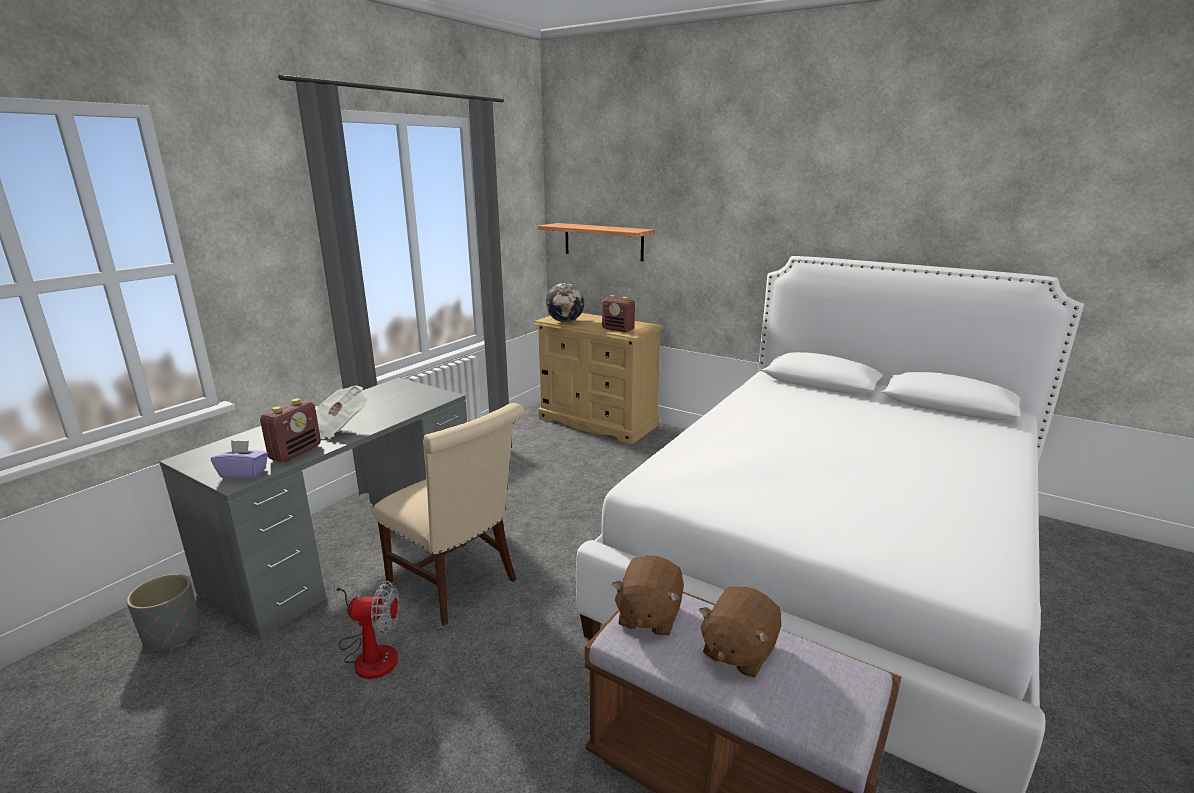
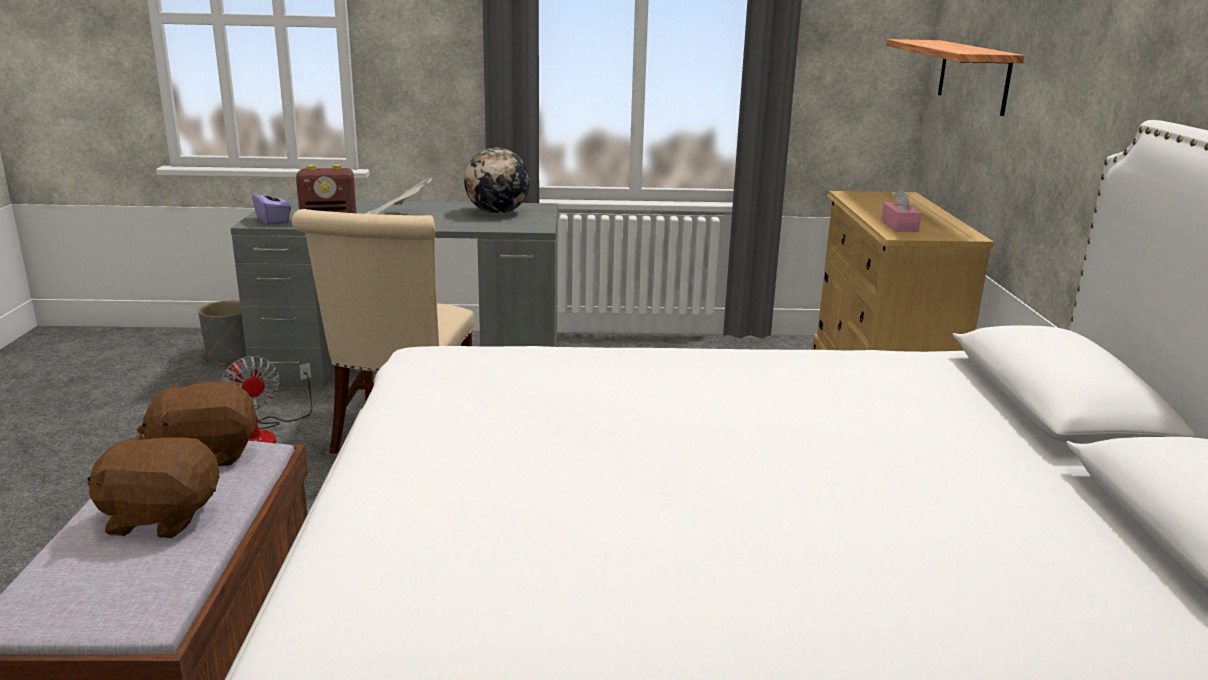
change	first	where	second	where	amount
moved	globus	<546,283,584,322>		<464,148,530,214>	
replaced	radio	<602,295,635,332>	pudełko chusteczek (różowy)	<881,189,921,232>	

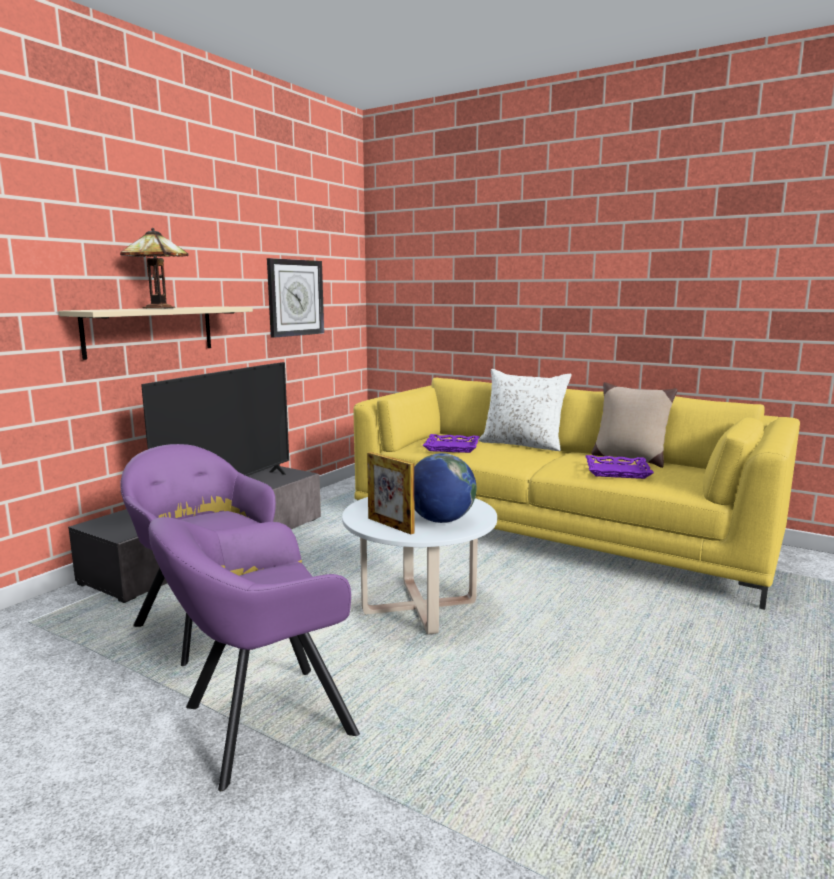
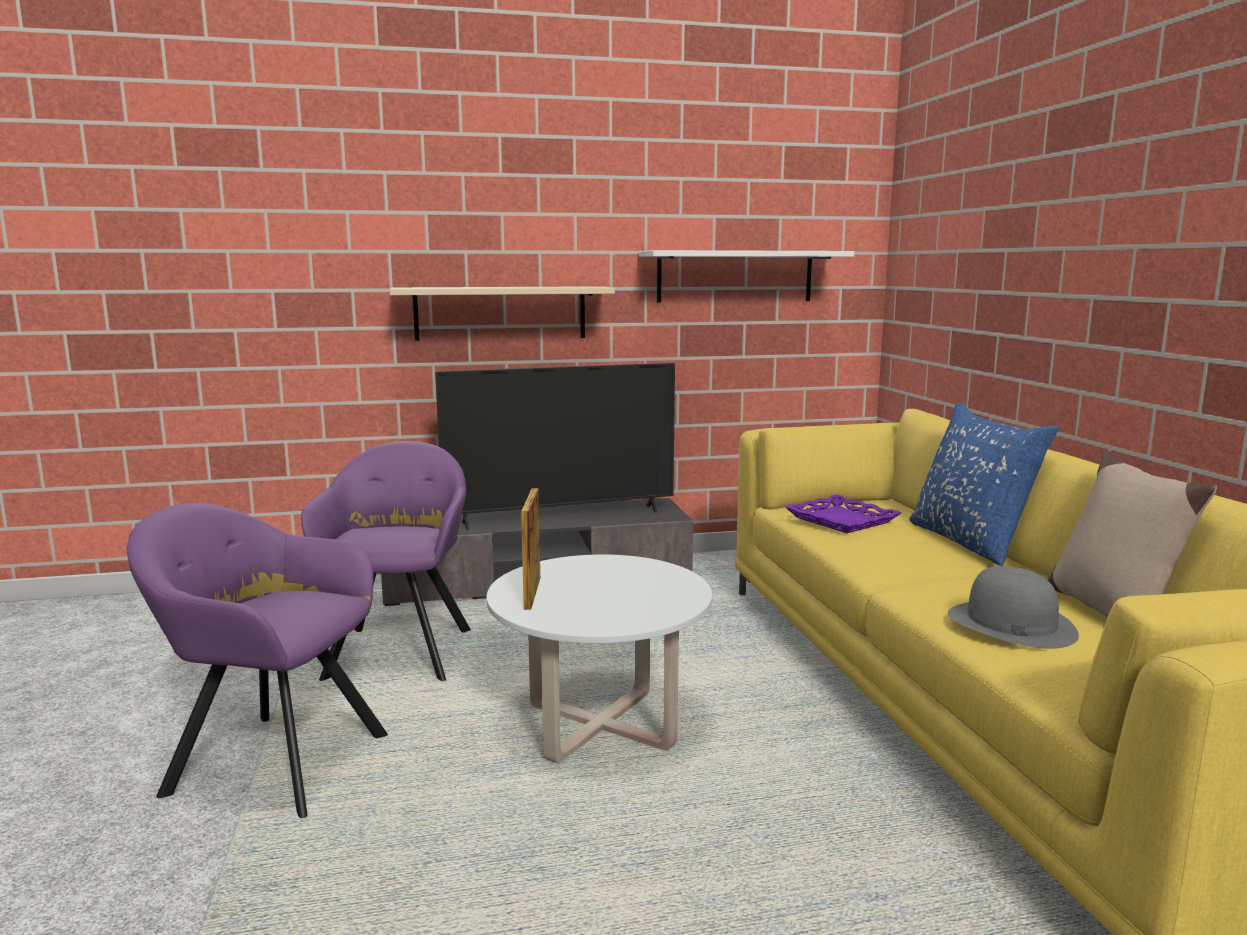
change	first	where	second	where	amount
removed	lampa stołowa	<120,228,188,309>			
replaced	zegar ścienny	<267,258,324,338>	półka (biały)	<639,250,854,303>	
recoloured	poduszka (biały)	<479,369,572,451>	poduszka (niebieski)	<909,402,1059,566>	
removed	globus	<414,453,476,523>			
replaced	taca (fioletowy)	<586,455,654,479>	kapelusz (szary)	<948,566,1079,649>	

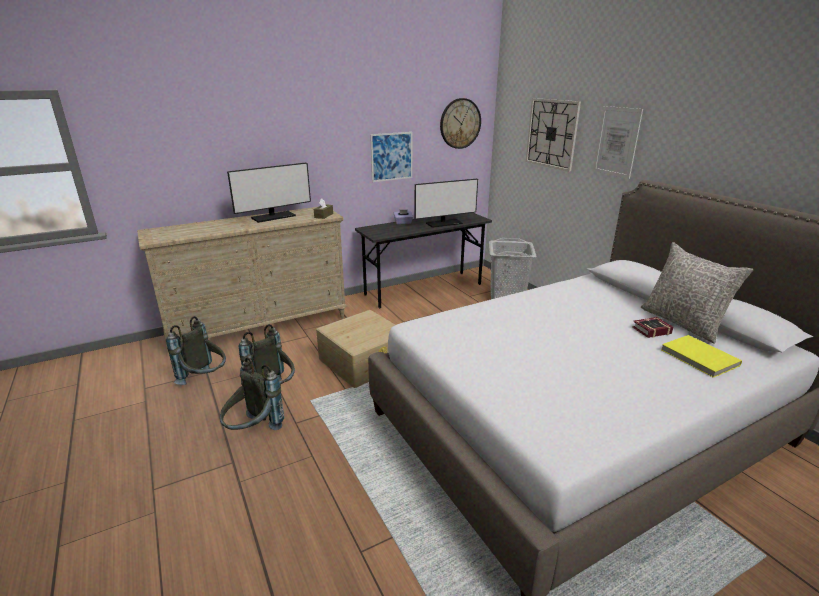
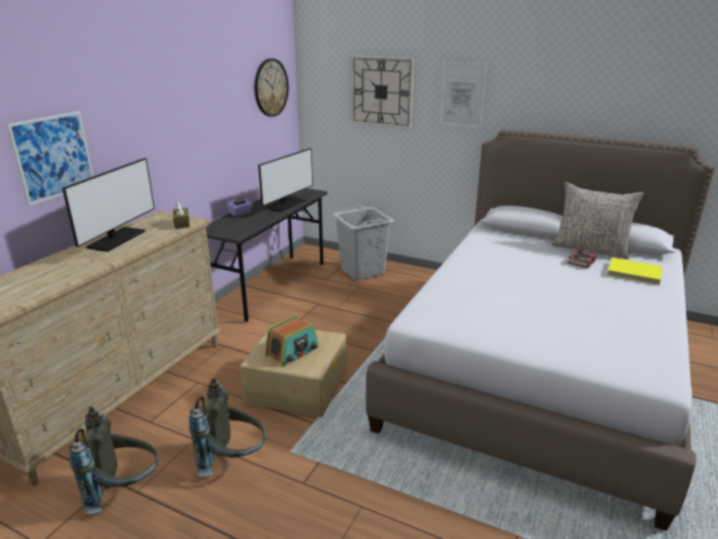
change	first	where	second	where	amount
moved	obraz	<370,132,412,182>		<6,111,93,206>	
removed	plecak (szary)	<220,357,284,430>			
added			radio	<265,315,319,367>	

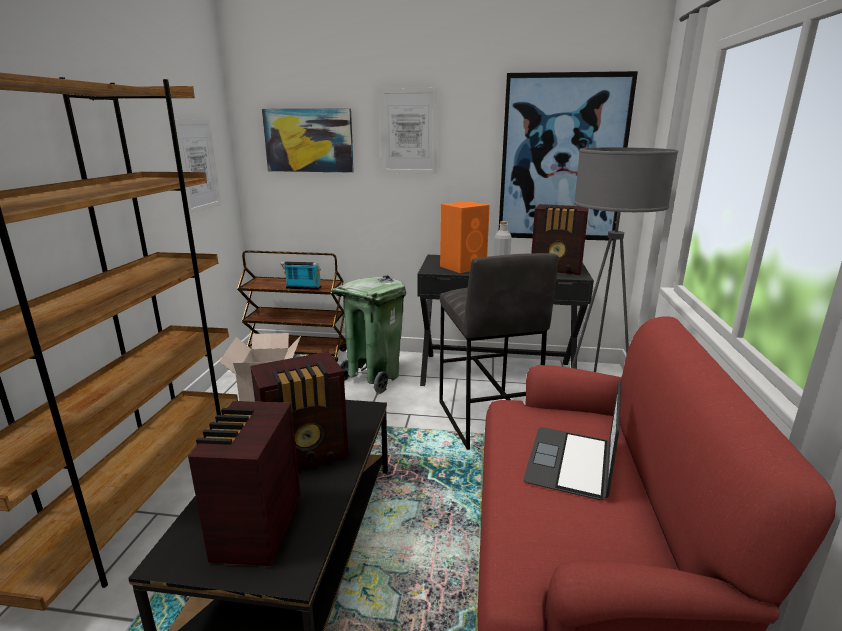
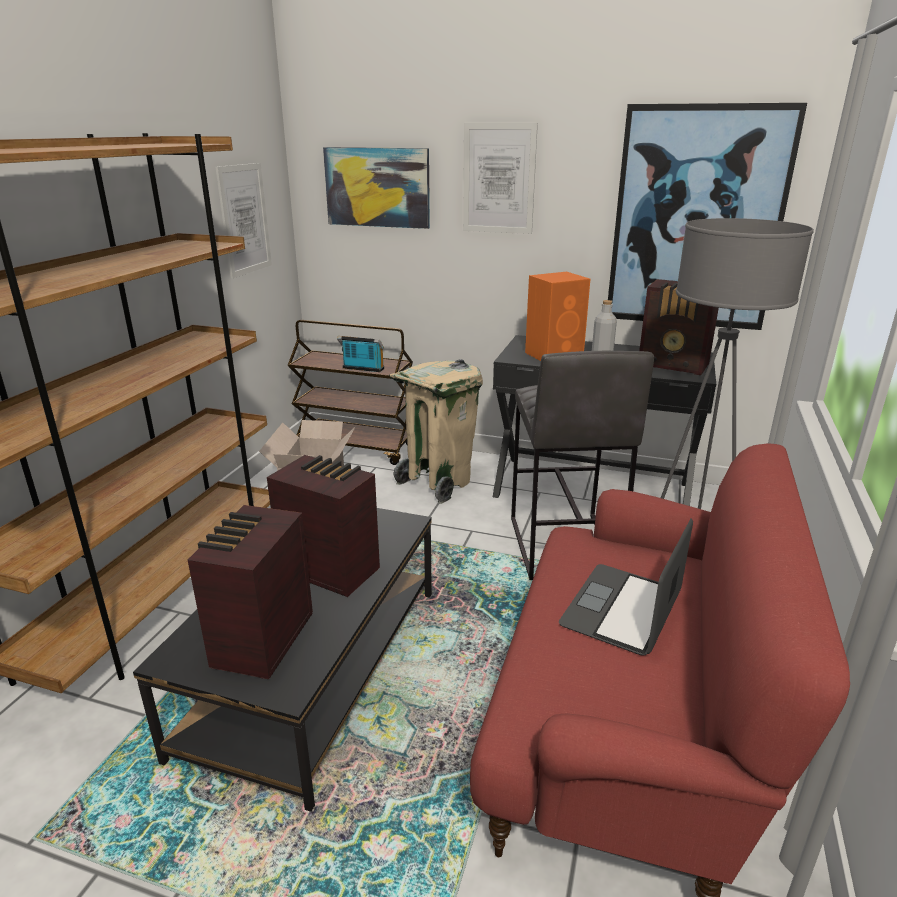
change	first	where	second	where	amount
recoloured	kosz na śmieci (zielony)	<331,275,406,395>	kosz na śmieci (beżowy)	<389,359,483,504>	
turned	radio	<250,351,349,471>		<267,455,380,597>	135 degrees counterclockwise

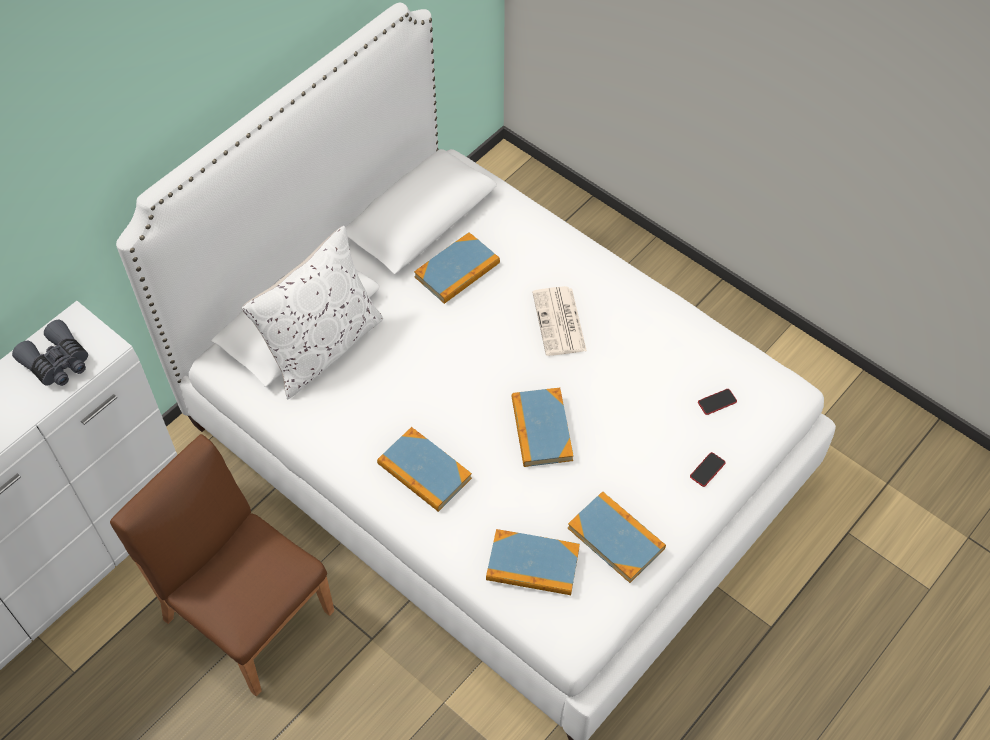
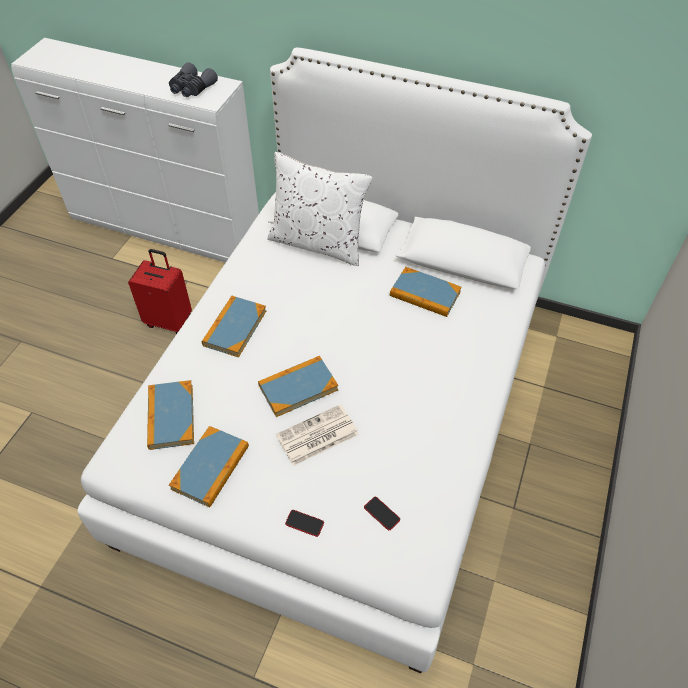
change	first	where	second	where	amount
moved	gazeta	<532,286,587,356>		<276,404,359,466>	
replaced	krzesło (brązowy)	<110,434,334,696>	walizka (czerwony)	<128,249,192,334>	

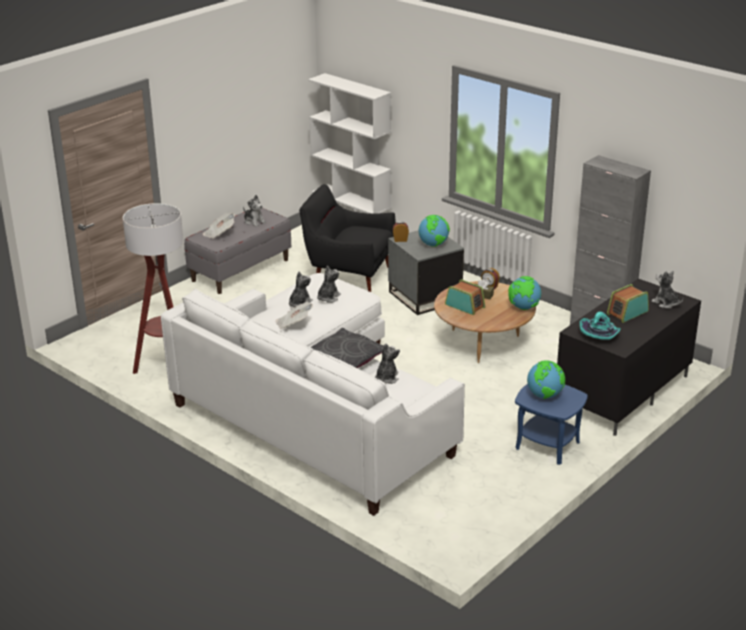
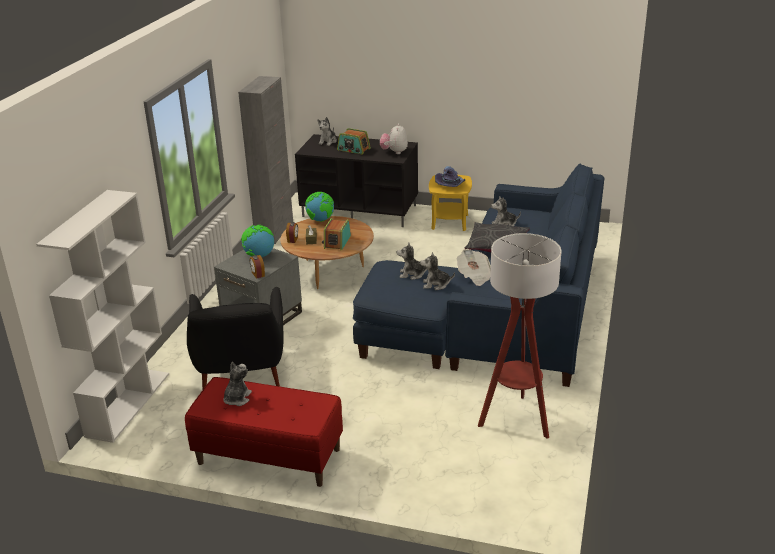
change	first	where	second	where	amount
recoloured	ławka (szary)	<184,208,291,294>	ławka (czerwony)	<185,377,343,487>	
removed	gazeta	<203,213,236,239>			
recoloured	kanapa (biały)	<161,273,465,516>	kanapa (niebieski)	<353,163,604,387>	
replaced	kapelusz (turkusowy)	<580,312,621,340>	pluszak	<380,123,408,154>	
replaced	globus	<527,360,565,399>	kapelusz (fioletowy)	<435,166,465,187>	
recoloured	stolik (niebieski)	<515,384,588,465>	stolik (żółty)	<429,175,472,231>	

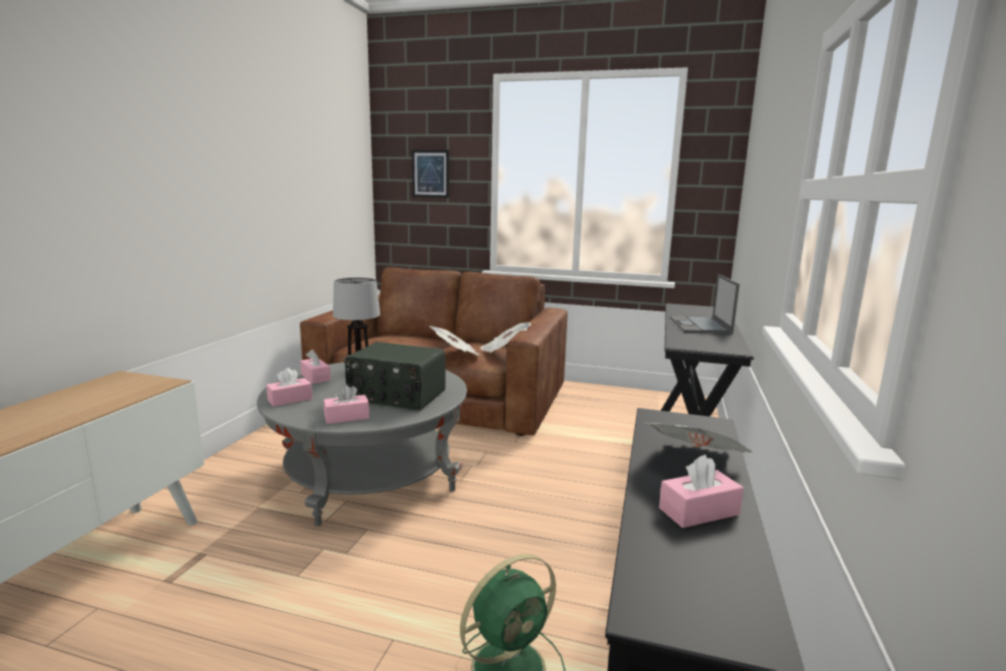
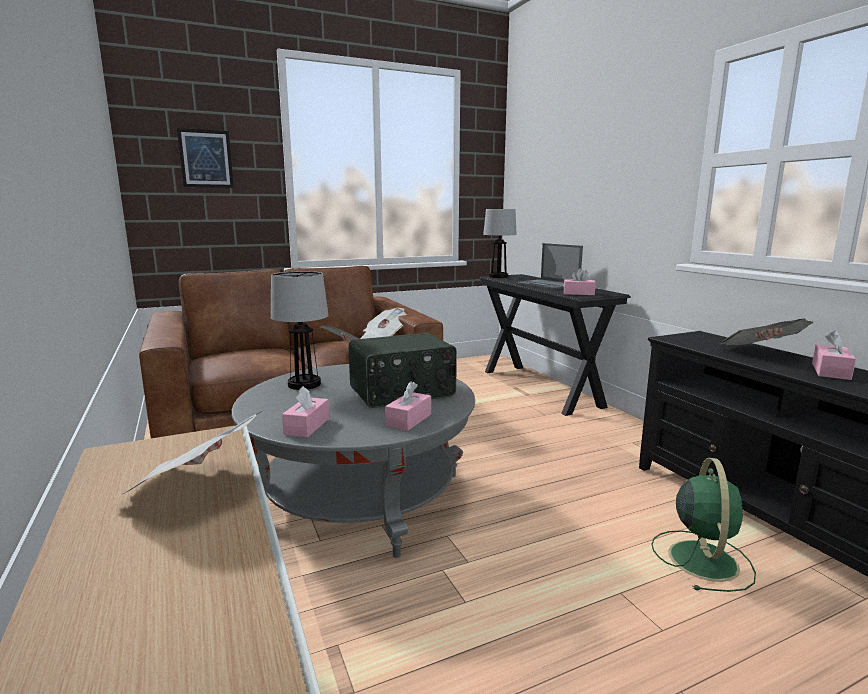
change	first	where	second	where	amount
moved	pudełko chusteczek (różowy)	<300,349,331,384>		<564,268,596,295>	
added			lampa stołowa	<483,209,517,278>	
added			gazeta	<117,411,262,497>	

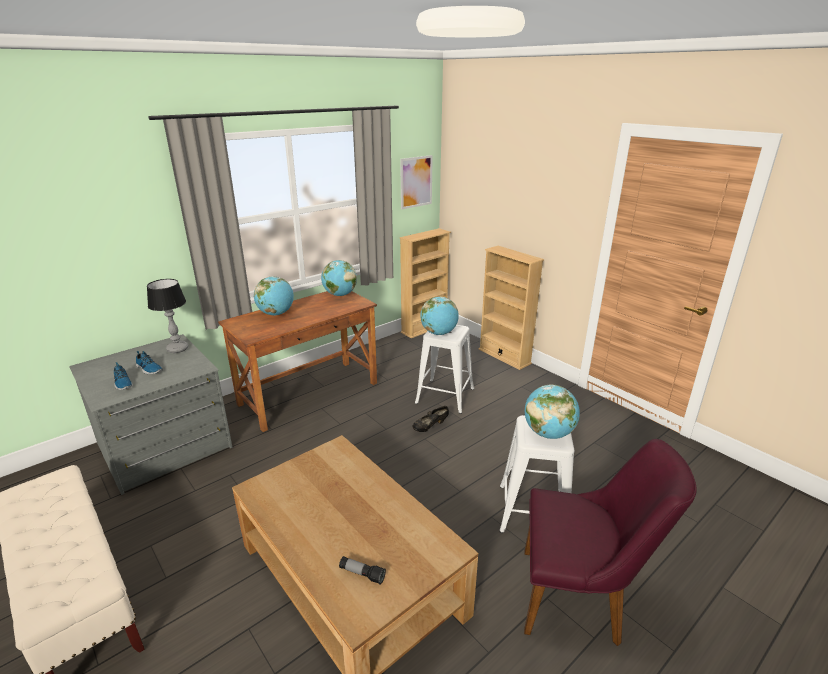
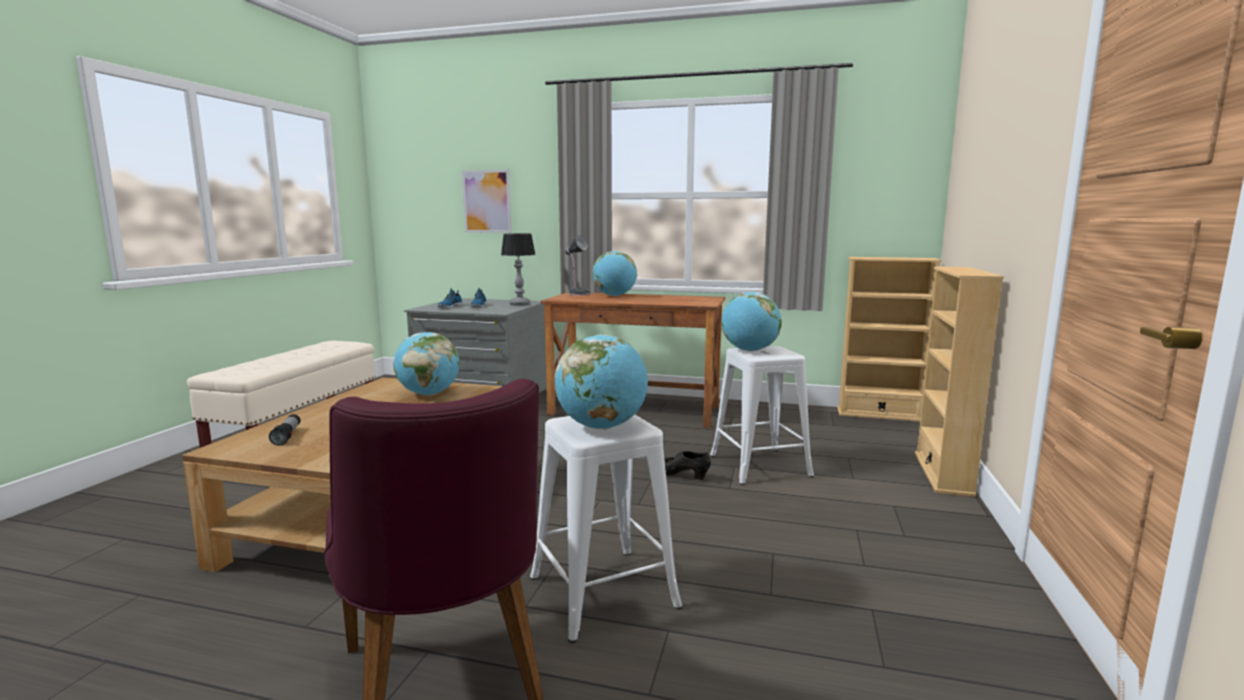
change	first	where	second	where	amount
moved	obraz	<400,155,433,209>		<462,169,512,233>	
moved	globus	<321,260,357,296>		<393,332,460,395>	
added			lampa stołowa	<565,235,591,295>	

